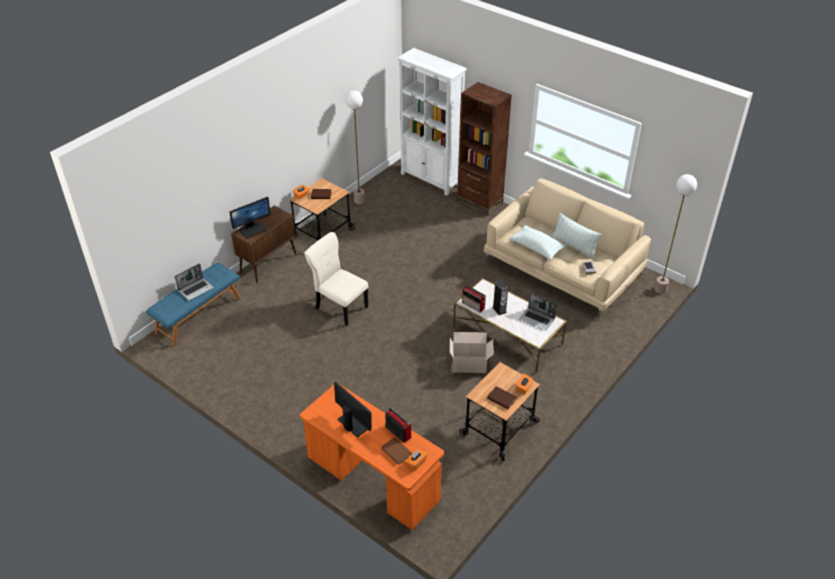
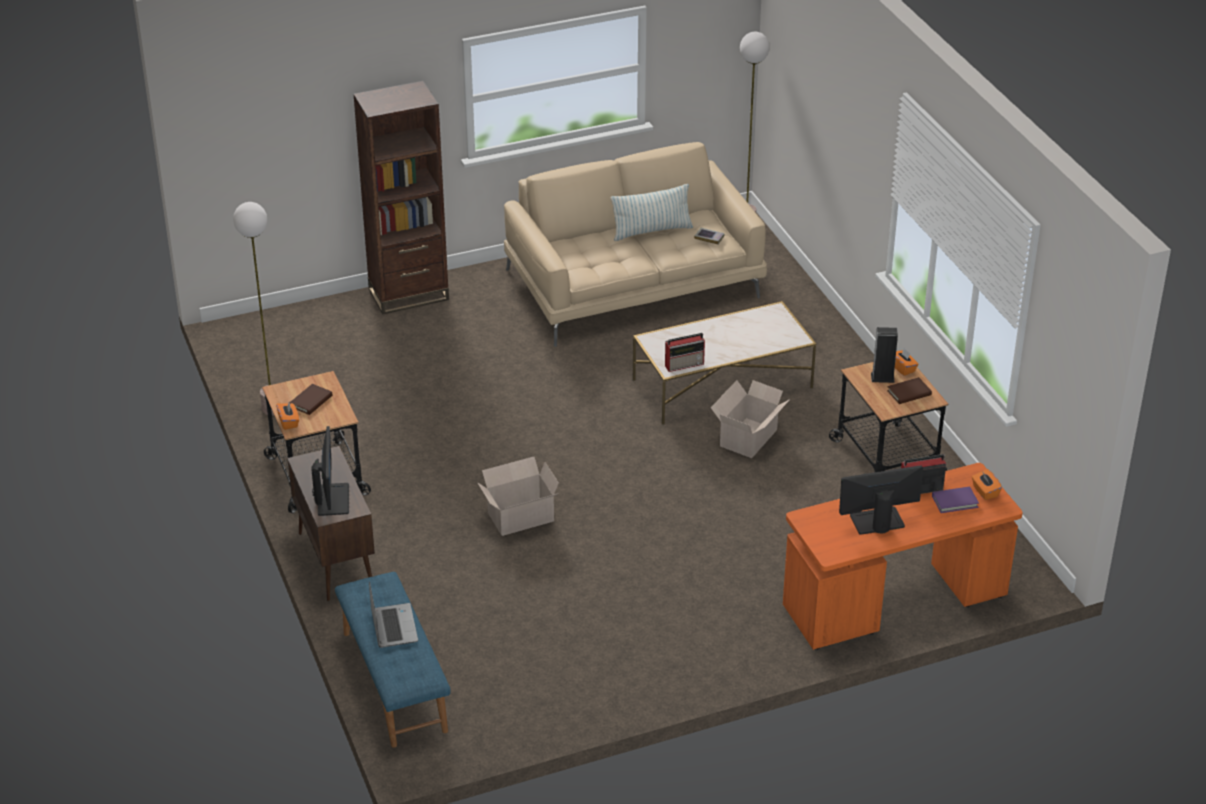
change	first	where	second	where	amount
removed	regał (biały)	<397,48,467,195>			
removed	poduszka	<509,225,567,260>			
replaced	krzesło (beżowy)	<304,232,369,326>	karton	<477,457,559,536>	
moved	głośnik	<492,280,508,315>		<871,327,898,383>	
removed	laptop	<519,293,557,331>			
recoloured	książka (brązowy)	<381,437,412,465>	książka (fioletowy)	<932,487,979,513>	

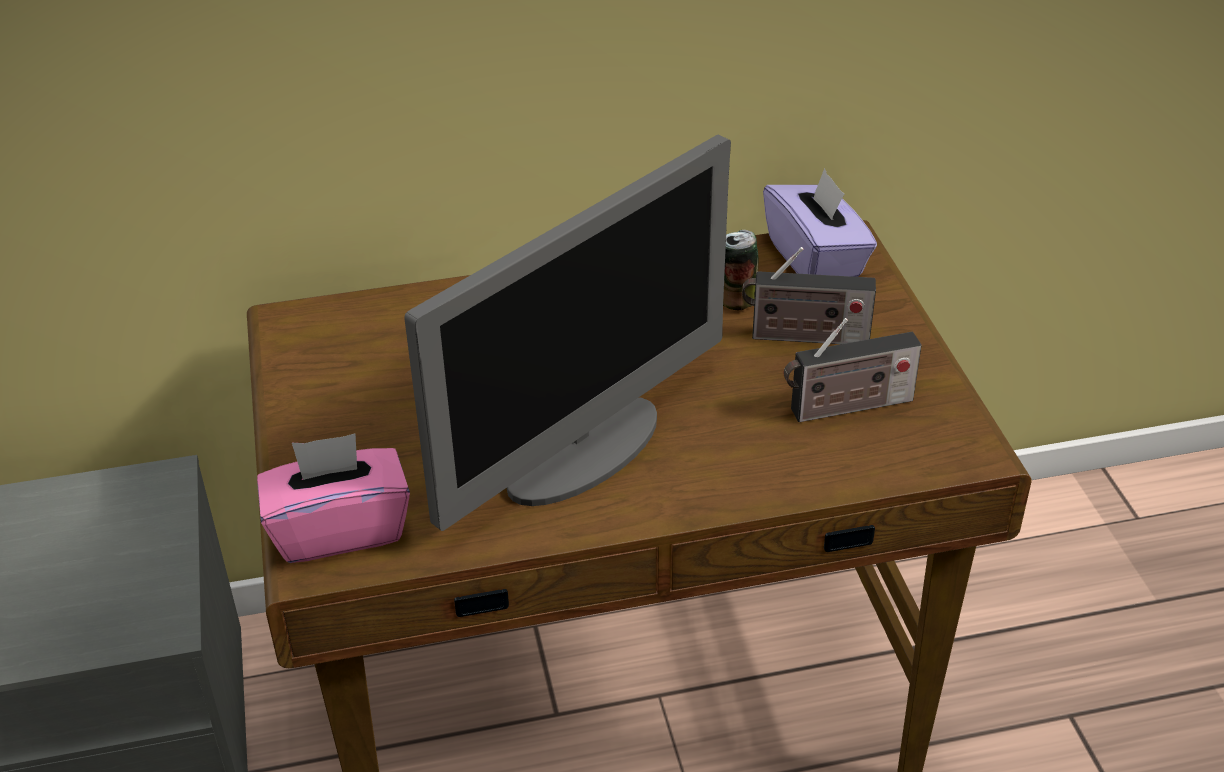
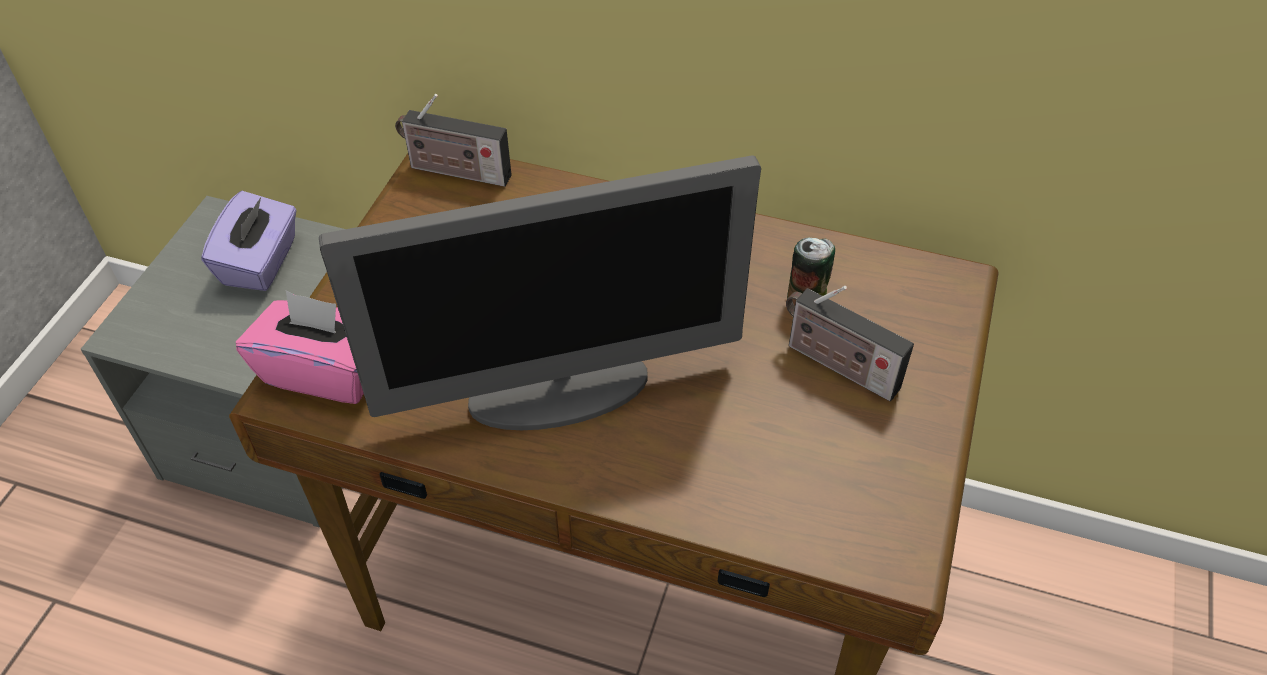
change	first	where	second	where	amount
moved	pudełko chusteczek (fioletowy)	<763,168,877,277>		<201,191,296,291>	
moved	radio	<784,318,922,422>		<395,94,512,187>	

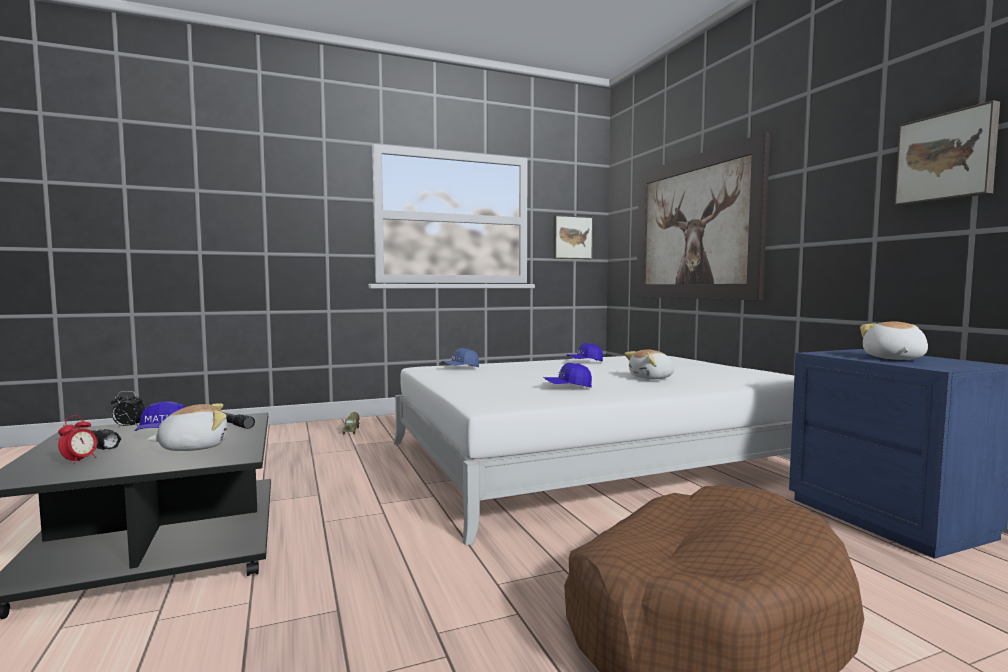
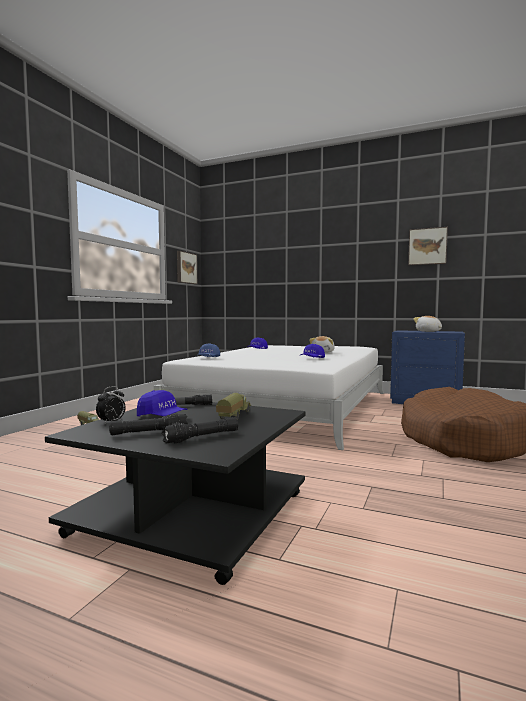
change	first	where	second	where	amount
removed	obraz	<636,132,770,301>			
replaced	pluszak	<147,403,227,451>	ciężarówka zabawkowa	<216,393,251,420>	
replaced	budzik	<58,415,97,464>	latarka (czarny)	<161,417,238,444>	

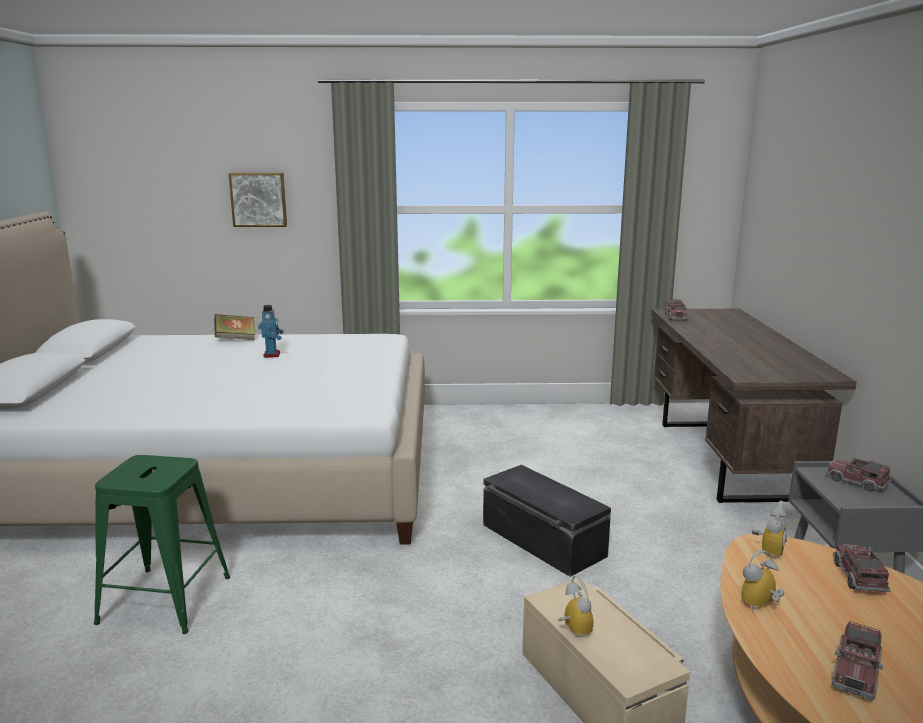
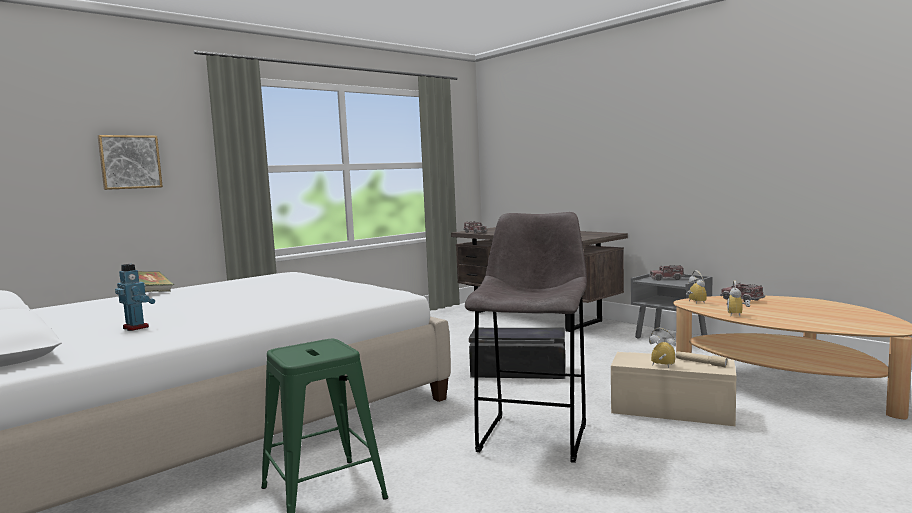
change	first	where	second	where	amount
moved	robot zabawkowy	<258,305,284,358>		<115,264,155,331>	
removed	ciężarówka zabawkowa	<831,621,883,700>			
added			stołek (szary)	<465,212,587,463>	
added			latarka (beżowy)	<676,351,728,367>	

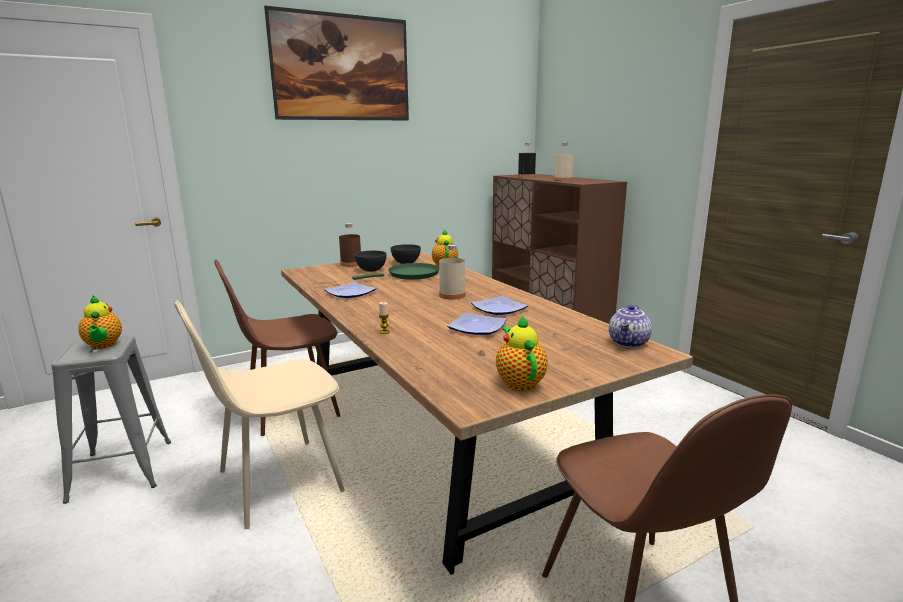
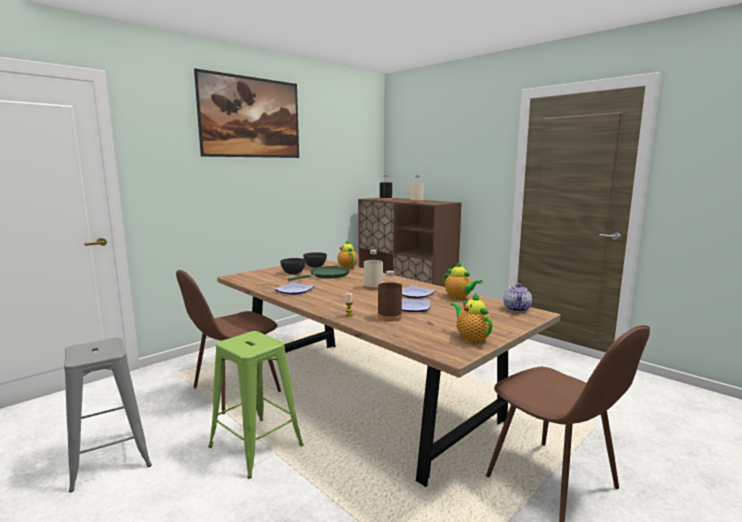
change	first	where	second	where	amount
moved	butelka (brązowy)	<339,223,361,267>		<378,271,402,322>	
moved	imbryk	<78,296,122,349>		<444,261,483,300>	
replaced	krzesło (beżowy)	<174,300,345,529>	stołek (zielony)	<208,331,304,478>	

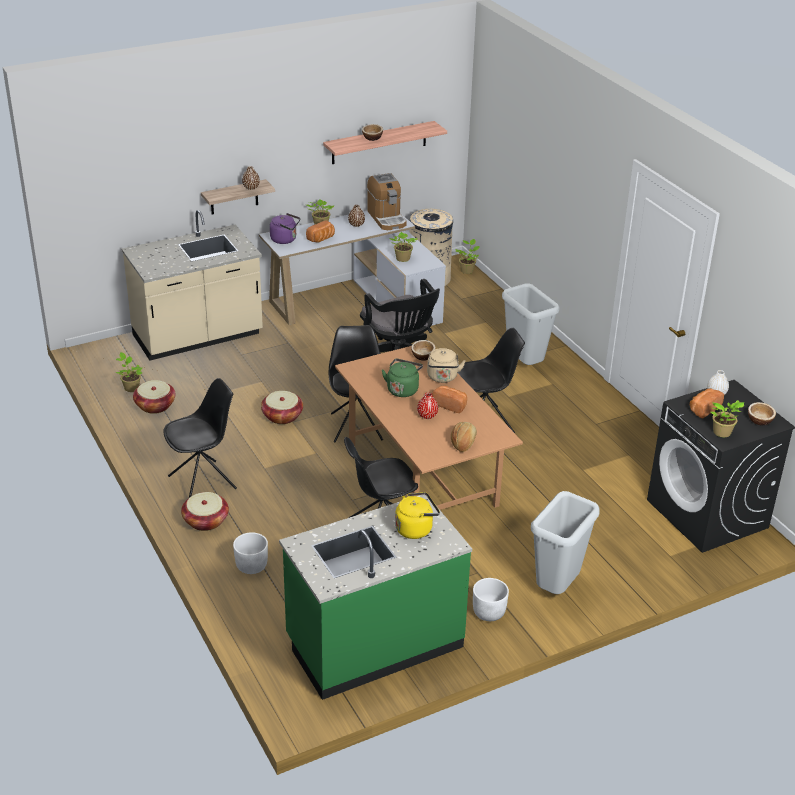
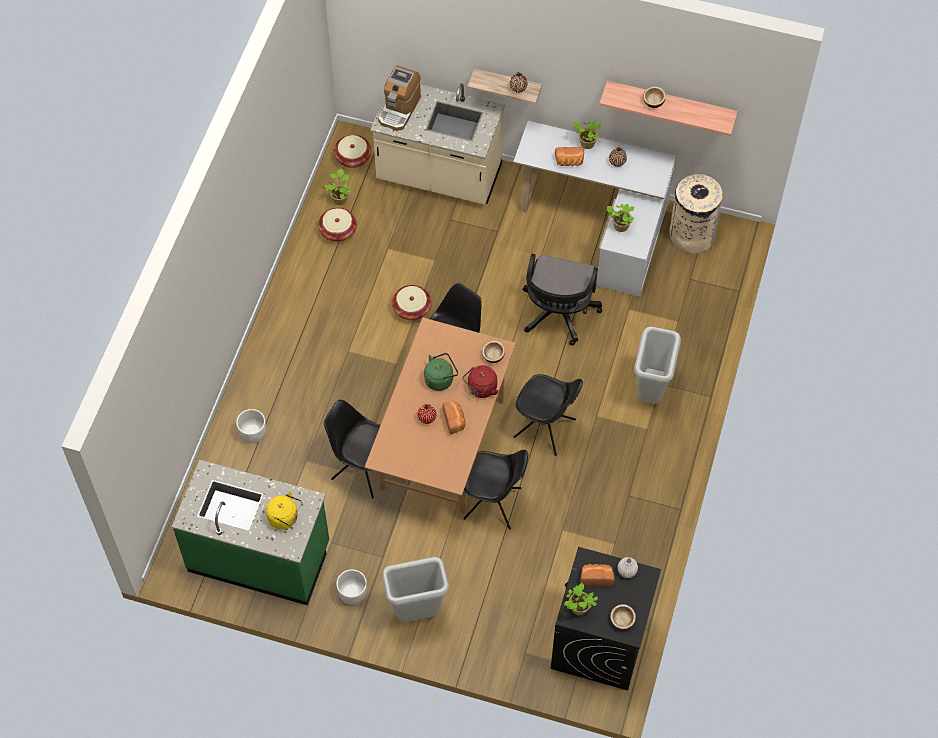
change	first	where	second	where	amount
moved	ekspres do kawy	<367,173,407,230>		<378,65,421,131>	
removed	czajnik (fioletowy)	<270,213,300,244>			
removed	roślina doniczkowa	<456,239,479,274>			
recoloured	czajnik (beżowy)	<427,348,466,383>	czajnik (czerwony)	<462,365,498,398>	
moved	krzesło (czarny)	<163,378,237,498>		<463,450,528,530>	
removed	chleb	<451,422,477,452>			
moved	koszyk	<181,492,229,531>		<334,135,371,168>	

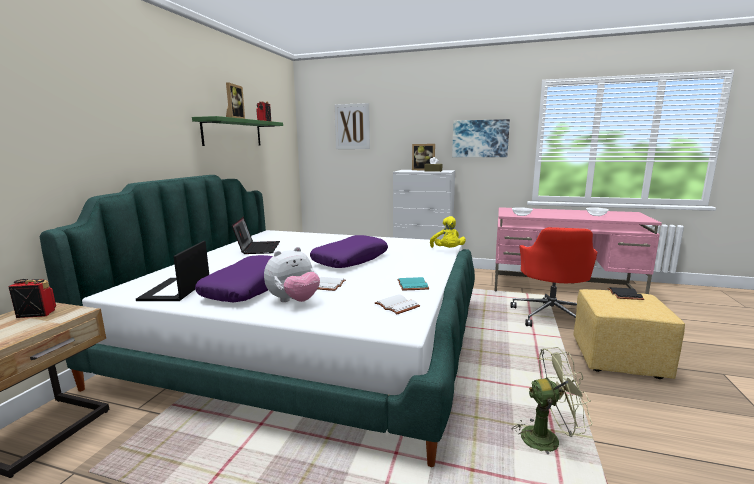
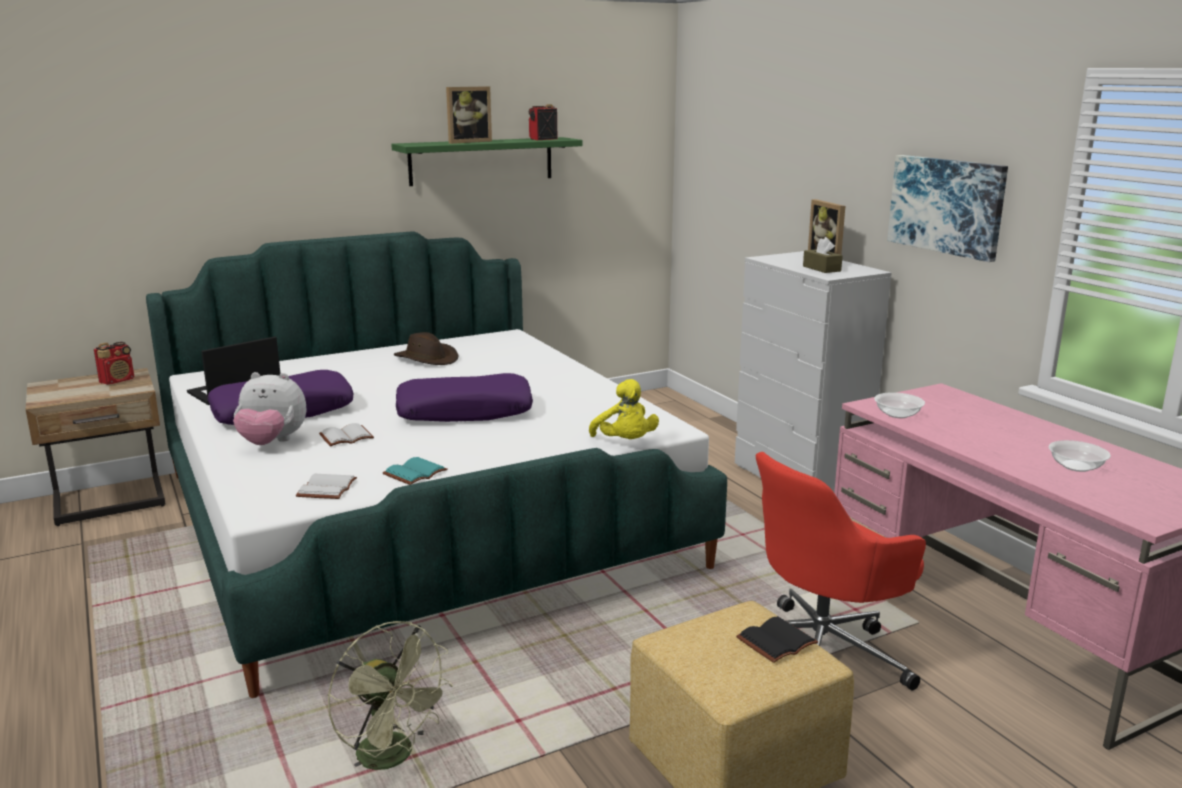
change	first	where	second	where	amount
removed	obraz	<334,103,370,149>			
turned	pluszak (żółty)	<430,216,466,248>		<589,379,659,439>	60 degrees counterclockwise
replaced	laptop	<232,217,280,254>	kapelusz (brązowy)	<394,332,458,365>	
turned	radio	<8,279,56,318>		<94,342,134,385>	90 degrees clockwise

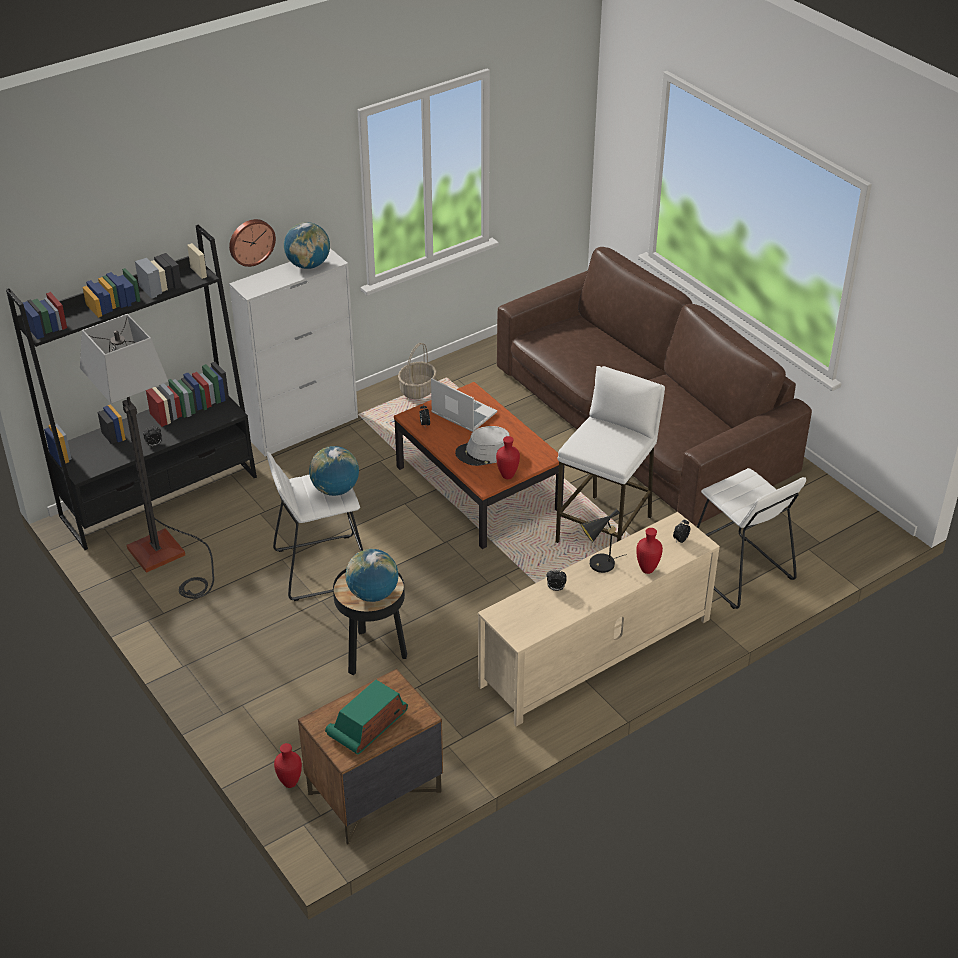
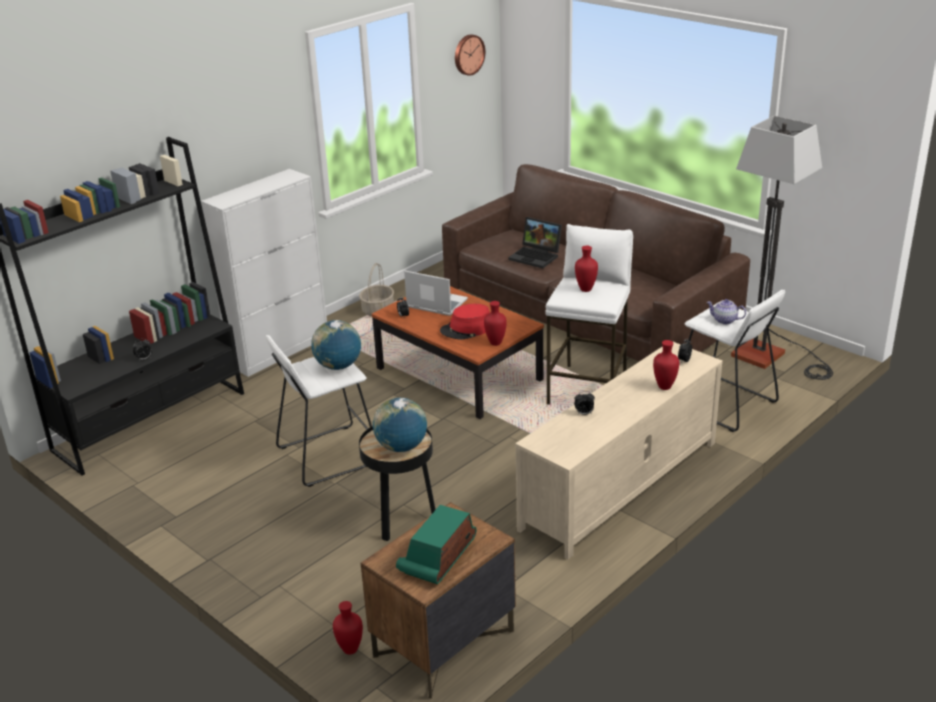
change	first	where	second	where	amount
moved	zegar ścienny	<229,219,276,267>		<455,34,485,76>	
removed	globus	<284,222,330,269>			
moved	lampa stojąca	<80,314,214,599>		<731,116,833,380>	
recoloured	kapelusz (szary)	<455,426,510,466>	kapelusz (czerwony)	<440,304,490,340>	
removed	lampa stołowa (czarny)	<580,509,627,573>			
added			laptop	<508,217,562,268>	
added			wazon (czerwony)	<575,246,598,292>	
added			imbryk	<706,299,746,324>	

